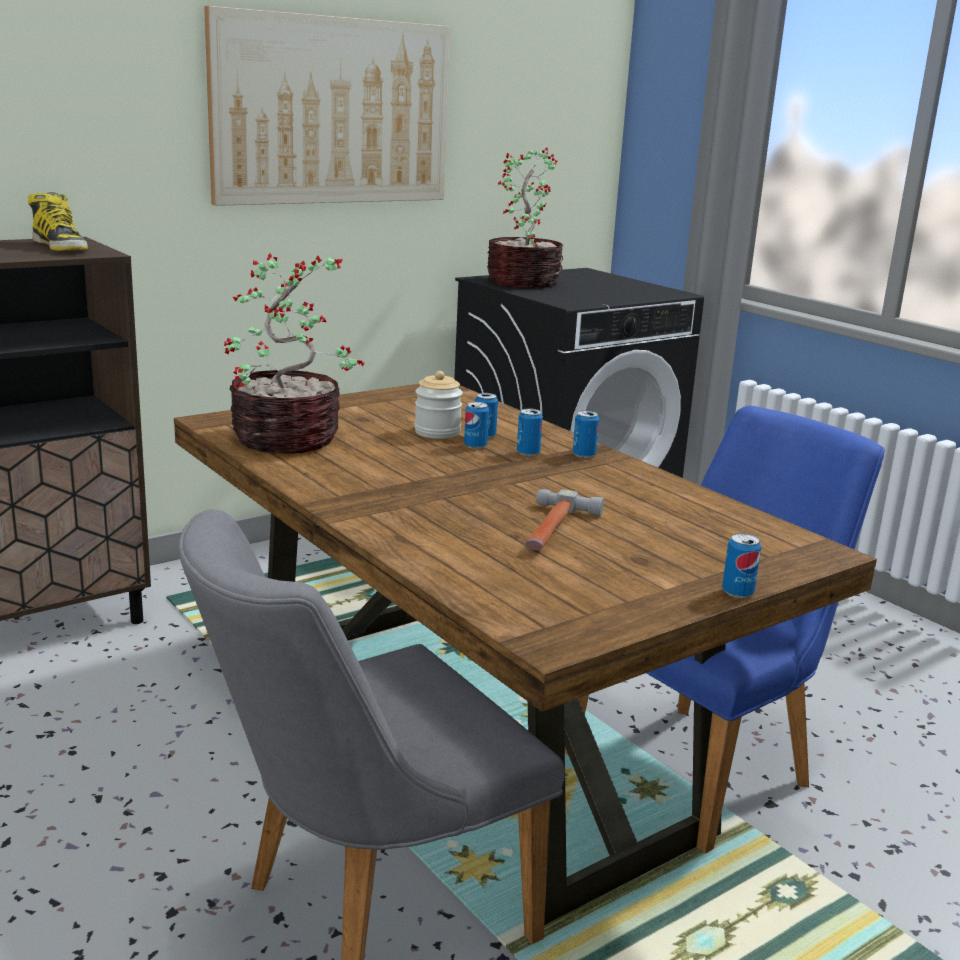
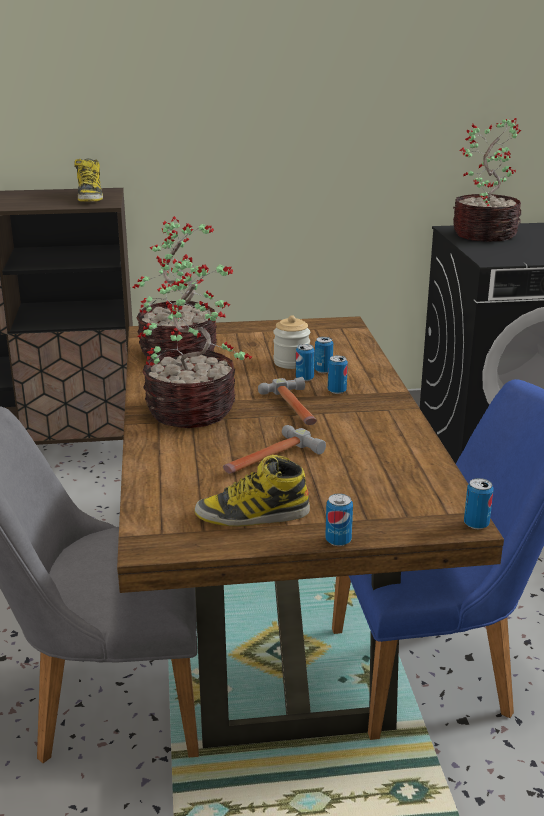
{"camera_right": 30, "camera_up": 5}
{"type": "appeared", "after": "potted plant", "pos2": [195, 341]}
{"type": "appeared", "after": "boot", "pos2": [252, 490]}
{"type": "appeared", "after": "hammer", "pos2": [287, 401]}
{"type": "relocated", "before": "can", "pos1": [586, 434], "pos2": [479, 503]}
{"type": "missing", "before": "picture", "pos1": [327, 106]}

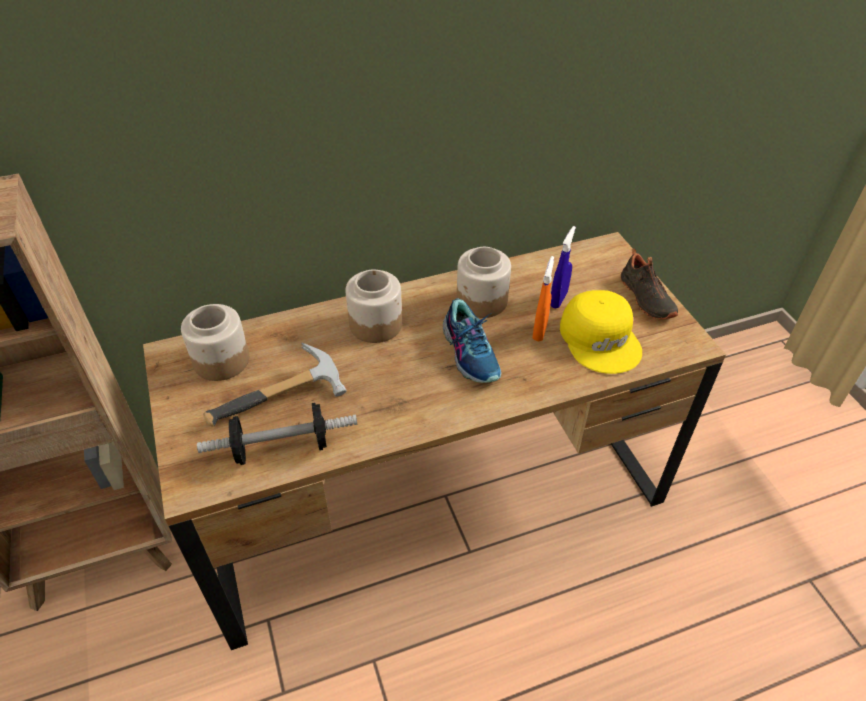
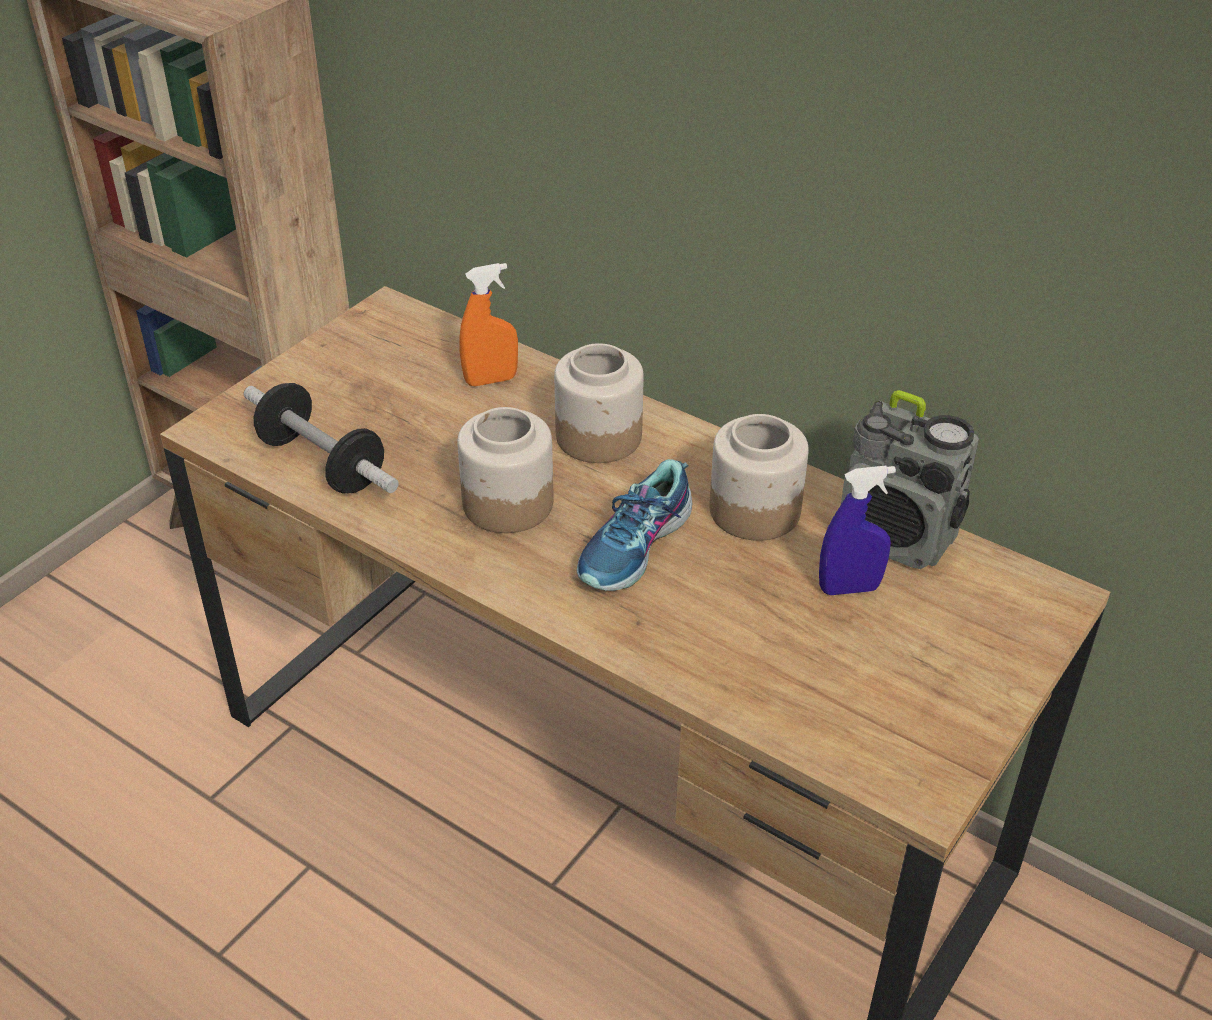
{"camera_right": 55, "camera_up": -5}
{"type": "relocated", "before": "jar", "pos1": [215, 342], "pos2": [505, 470]}
{"type": "relocated", "before": "orange spray bottle", "pos1": [543, 298], "pos2": [488, 324]}
{"type": "appeared", "after": "radio", "pos2": [910, 479]}
{"type": "missing", "before": "hammer", "pos1": [275, 385]}
{"type": "missing", "before": "yellow cap", "pos1": [601, 332]}
{"type": "missing", "before": "black shoe", "pos1": [649, 283]}

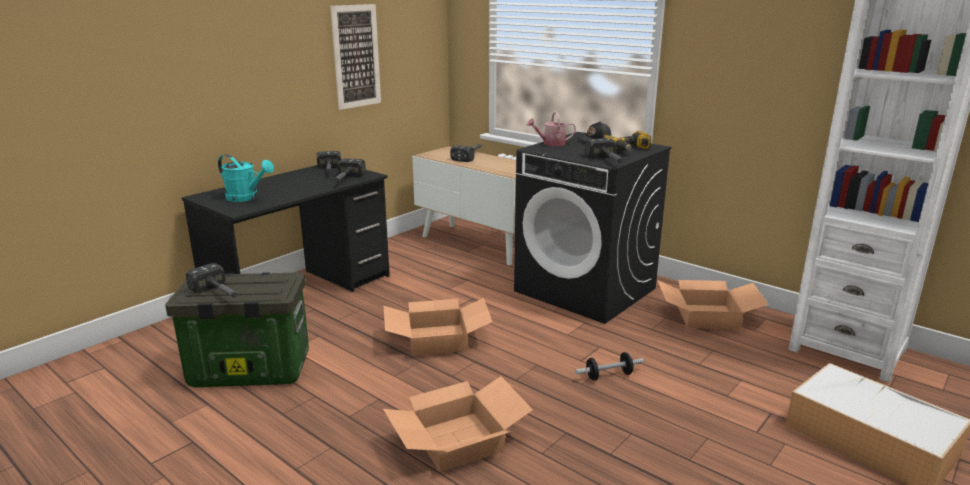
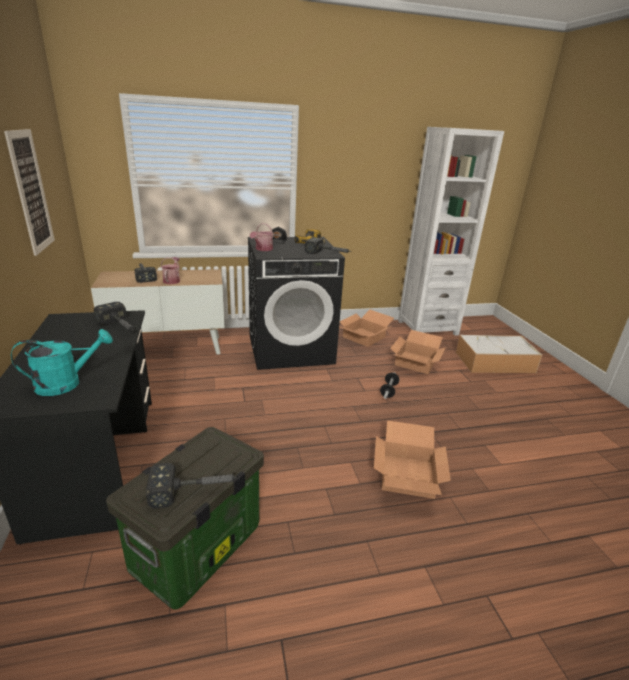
{"camera_right": -55, "camera_up": 5}
{"type": "appeared", "after": "watering can", "pos2": [170, 270]}
{"type": "relocated", "before": "cardboard box", "pos1": [438, 327], "pos2": [418, 352]}
{"type": "missing", "before": "hammer", "pos1": [329, 162]}

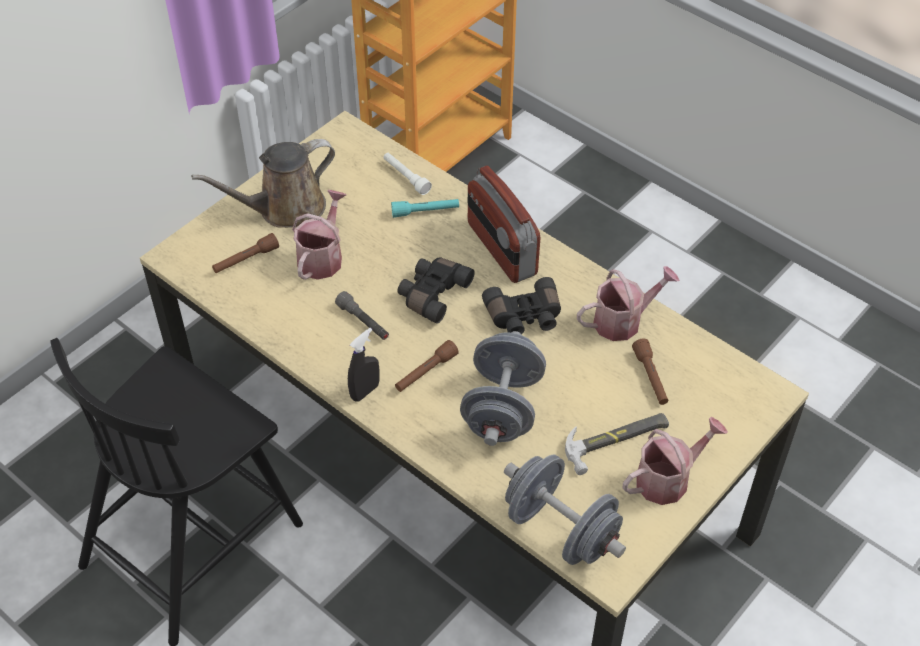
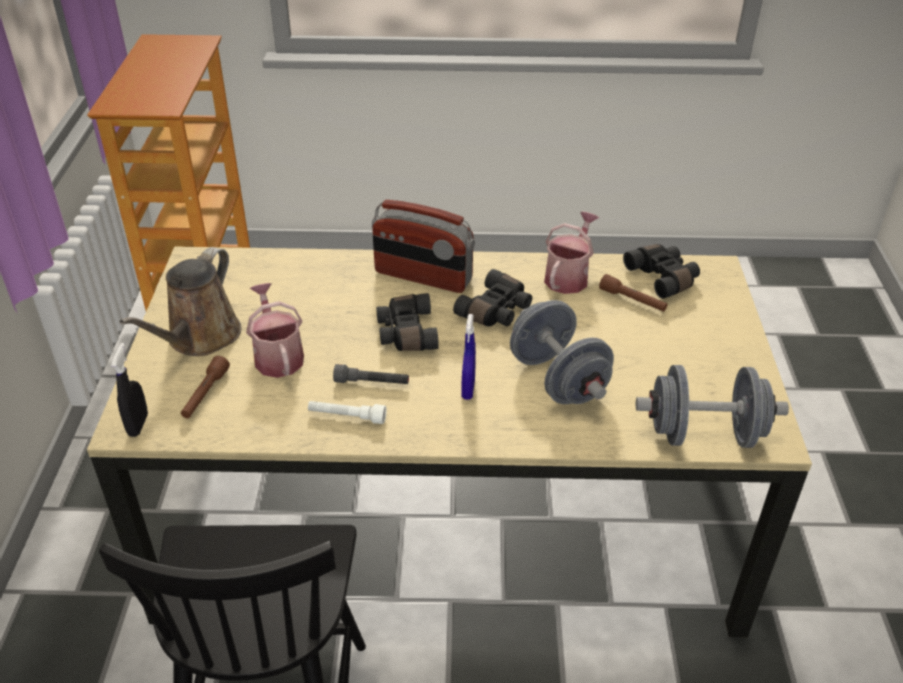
{"camera_right": -40, "camera_up": -10}
{"type": "relocated", "before": "black spray bottle", "pos1": [364, 365], "pos2": [129, 390]}
{"type": "relocated", "before": "white flashlight", "pos1": [408, 174], "pos2": [347, 412]}
{"type": "exchanged", "before": "brown flashlight", "after": "blue spray bottle", "pos1": [427, 366], "pos2": [468, 357]}
{"type": "appeared", "after": "black binoculars", "pos2": [661, 271]}
{"type": "missing", "before": "turquoise flashlight", "pos1": [425, 208]}
{"type": "missing", "before": "hammer", "pos1": [617, 444]}
{"type": "missing", "before": "watering can", "pos1": [675, 461]}

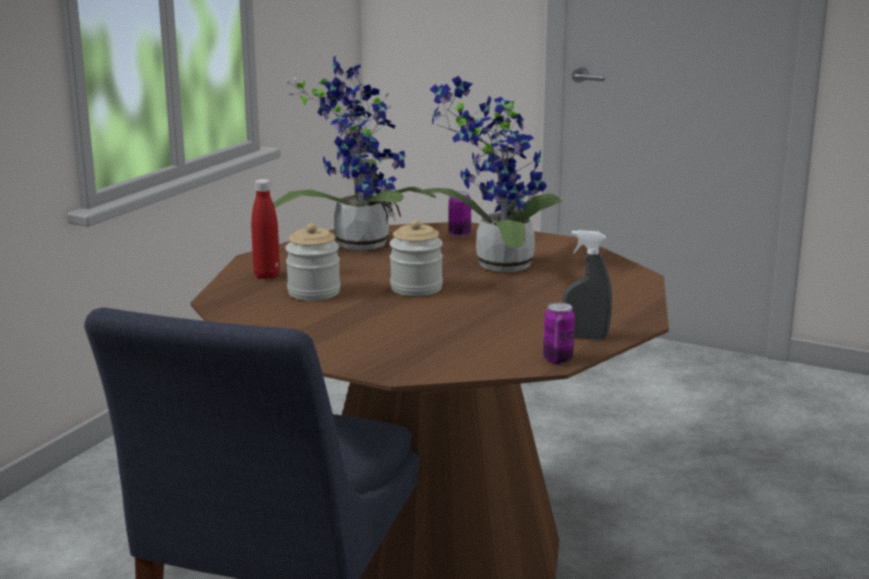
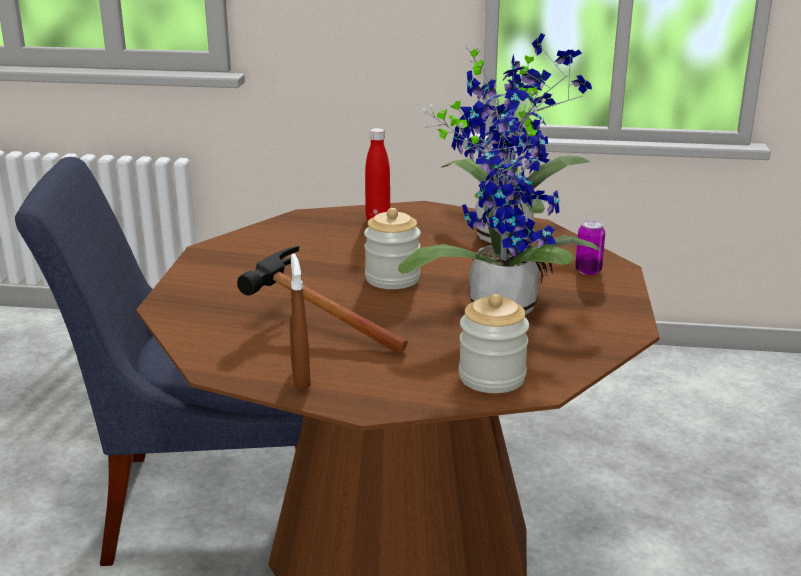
{"camera_right": 70, "camera_up": 5}
{"type": "appeared", "after": "hammer", "pos2": [322, 300]}
{"type": "colour", "before": "grey spray bottle", "after": "brown spray bottle", "pos1": [587, 284], "pos2": [300, 321]}
{"type": "relocated", "before": "jar", "pos1": [312, 262], "pos2": [494, 343]}
{"type": "missing", "before": "can", "pos1": [559, 333]}

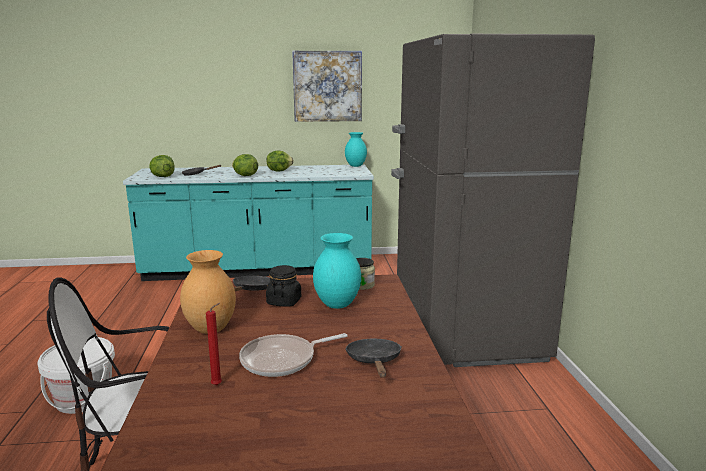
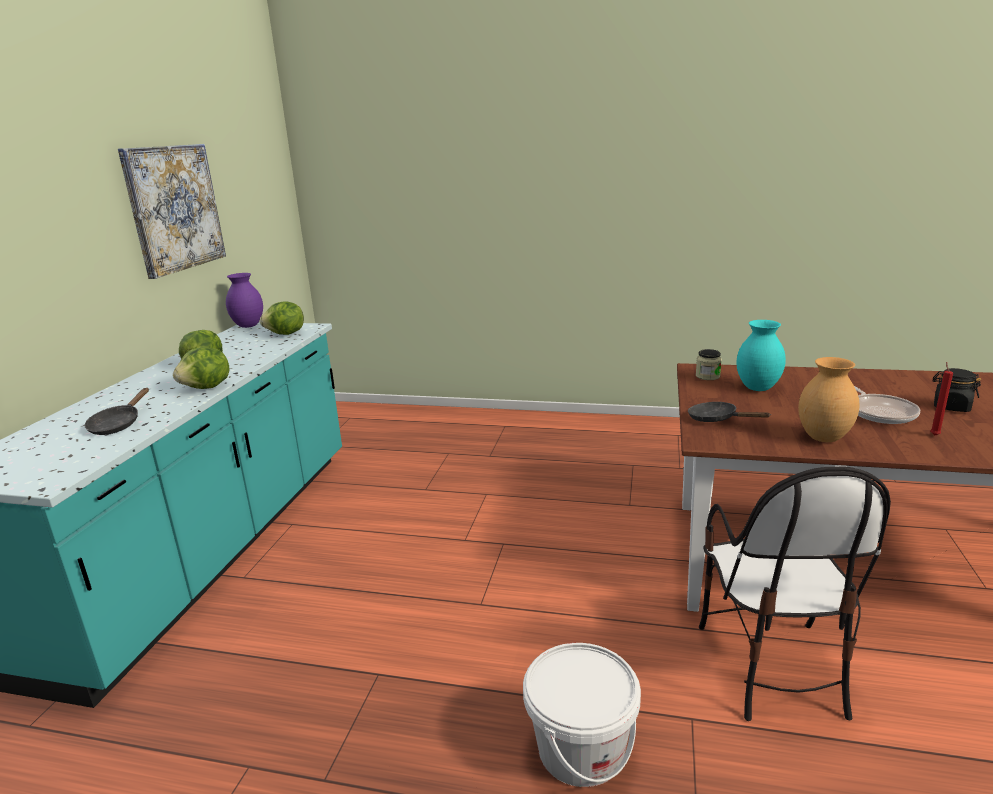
{"camera_right": -70, "camera_up": 5}
{"type": "colour", "before": "turquoise vase", "after": "purple vase", "pos1": [356, 149], "pos2": [244, 300]}
{"type": "relocated", "before": "lettuce", "pos1": [162, 166], "pos2": [282, 318]}
{"type": "relocated", "before": "black jar", "pos1": [283, 286], "pos2": [956, 390]}
{"type": "missing", "before": "black frying pan", "pos1": [373, 358]}
{"type": "missing", "before": "grey fridge", "pos1": [493, 200]}

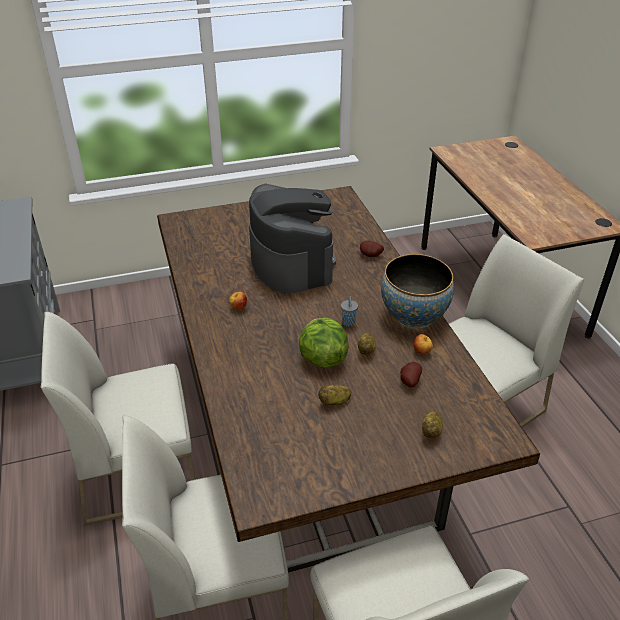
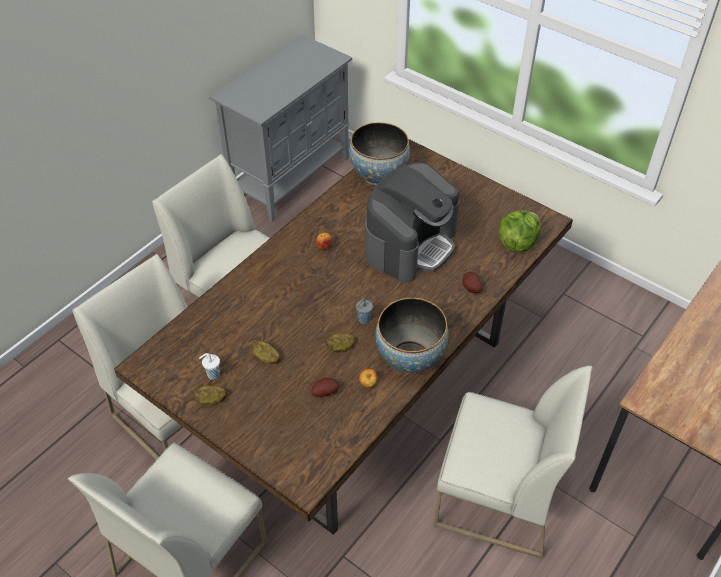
{"camera_right": 55, "camera_up": 10}
{"type": "relocated", "before": "potato", "pos1": [432, 424], "pos2": [210, 395]}
{"type": "appeared", "after": "white cup", "pos2": [209, 366]}
{"type": "appeared", "after": "bowl", "pos2": [379, 154]}
{"type": "relocated", "before": "lettuce", "pos1": [324, 343], "pos2": [520, 231]}

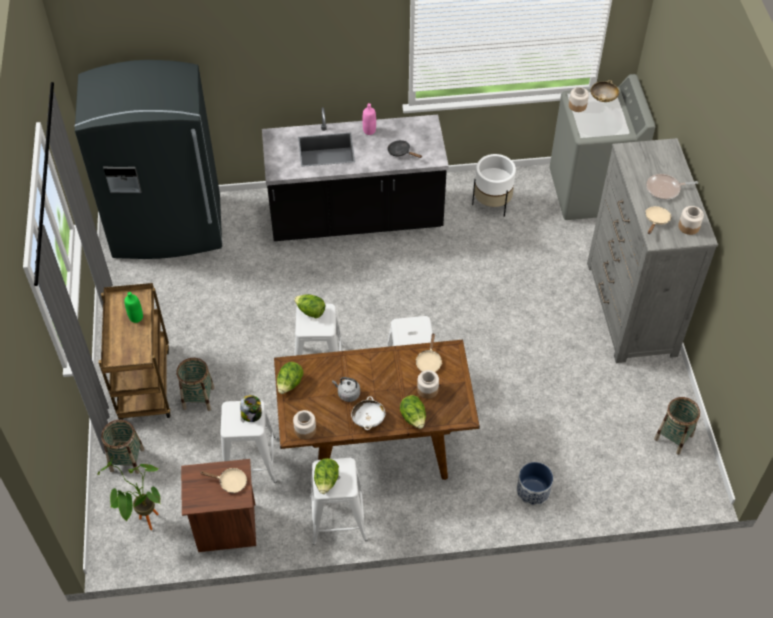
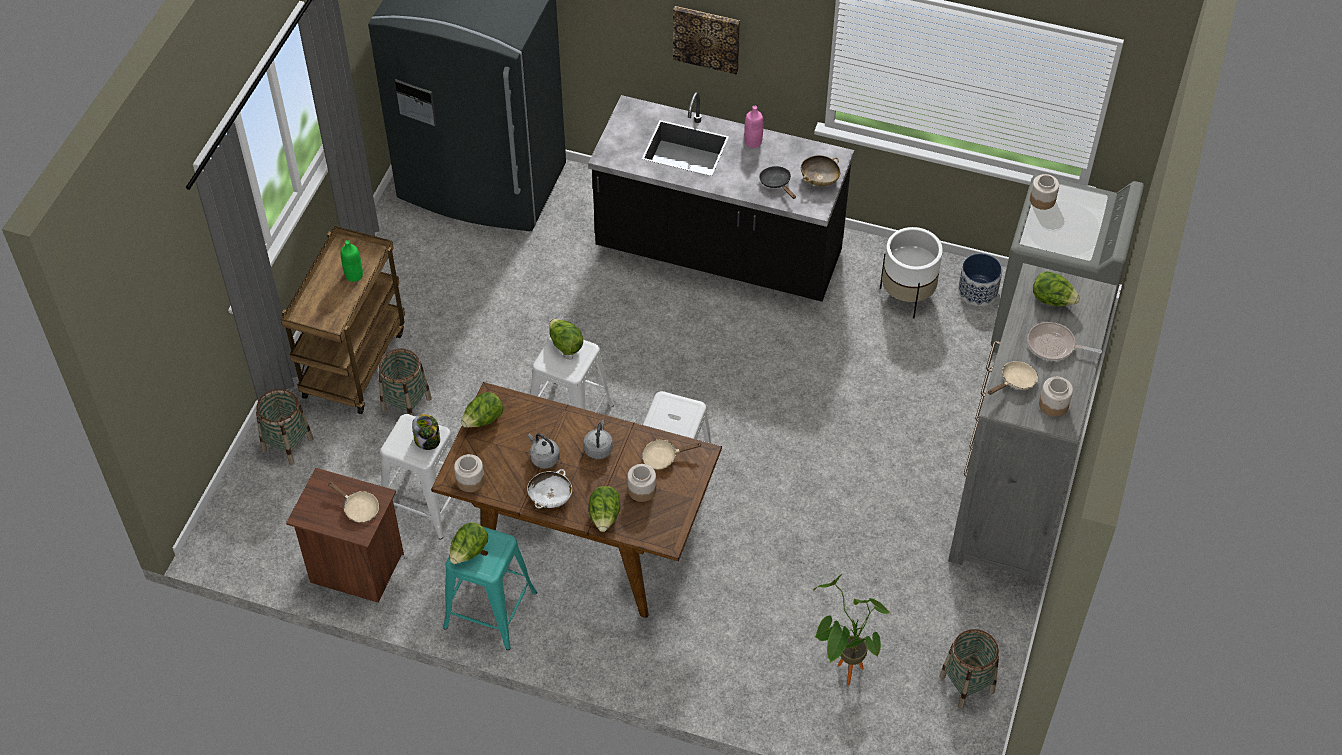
{"camera_right": 25, "camera_up": 0}
{"type": "colour", "before": "white stool", "after": "turquoise stool", "pos1": [339, 501], "pos2": [490, 588]}
{"type": "appeared", "after": "grey kettle", "pos2": [598, 439]}
{"type": "spun", "before": "beige frying pan", "pos1": [429, 353], "pos2": [672, 454], "turn": 45}
{"type": "appeared", "after": "picture", "pos2": [706, 40]}
{"type": "relocated", "before": "beige bowl", "pos1": [605, 91], "pos2": [820, 170]}
{"type": "relocated", "before": "potted plant", "pos1": [128, 493], "pos2": [852, 629]}
{"type": "relocated", "before": "planter", "pos1": [535, 484], "pos2": [980, 279]}
{"type": "appeared", "after": "lettuce", "pos2": [1056, 288]}

